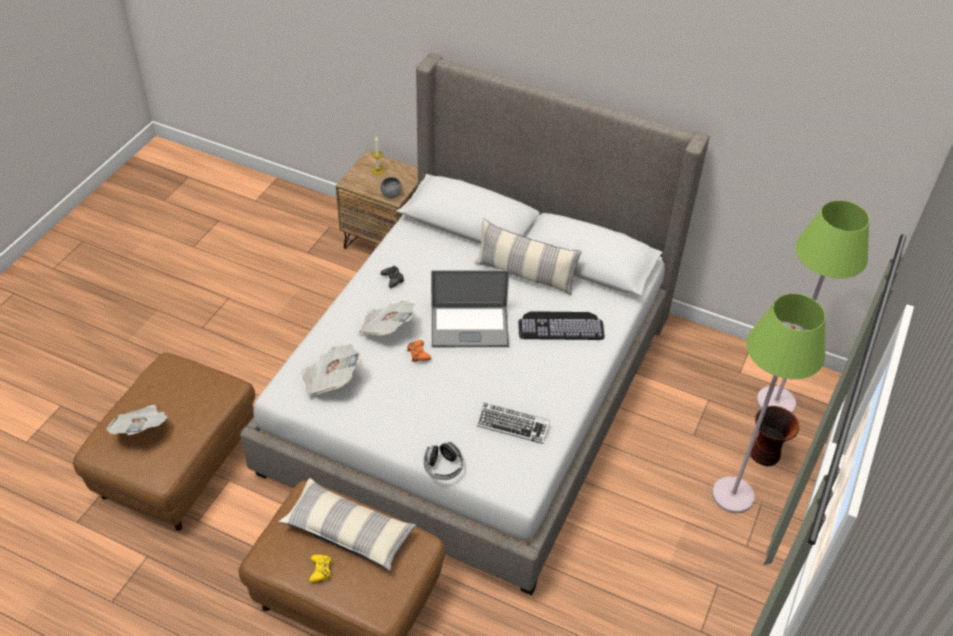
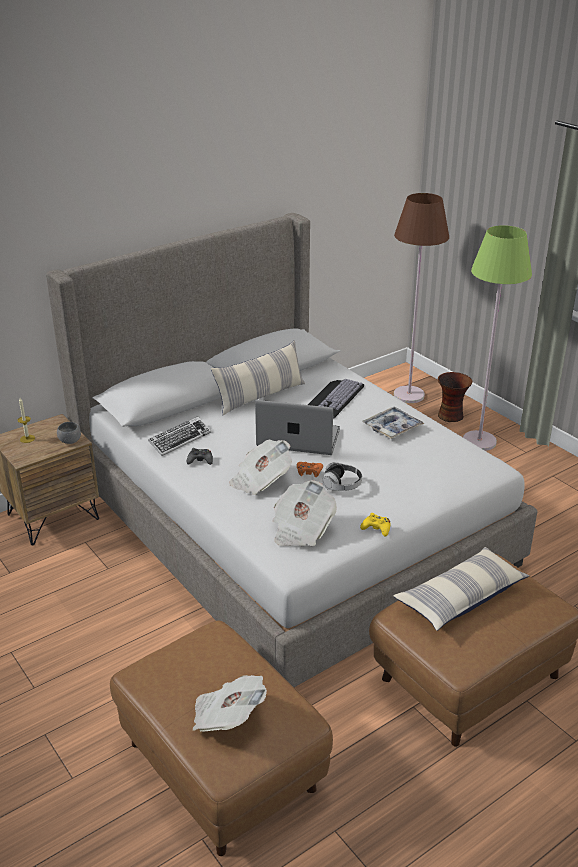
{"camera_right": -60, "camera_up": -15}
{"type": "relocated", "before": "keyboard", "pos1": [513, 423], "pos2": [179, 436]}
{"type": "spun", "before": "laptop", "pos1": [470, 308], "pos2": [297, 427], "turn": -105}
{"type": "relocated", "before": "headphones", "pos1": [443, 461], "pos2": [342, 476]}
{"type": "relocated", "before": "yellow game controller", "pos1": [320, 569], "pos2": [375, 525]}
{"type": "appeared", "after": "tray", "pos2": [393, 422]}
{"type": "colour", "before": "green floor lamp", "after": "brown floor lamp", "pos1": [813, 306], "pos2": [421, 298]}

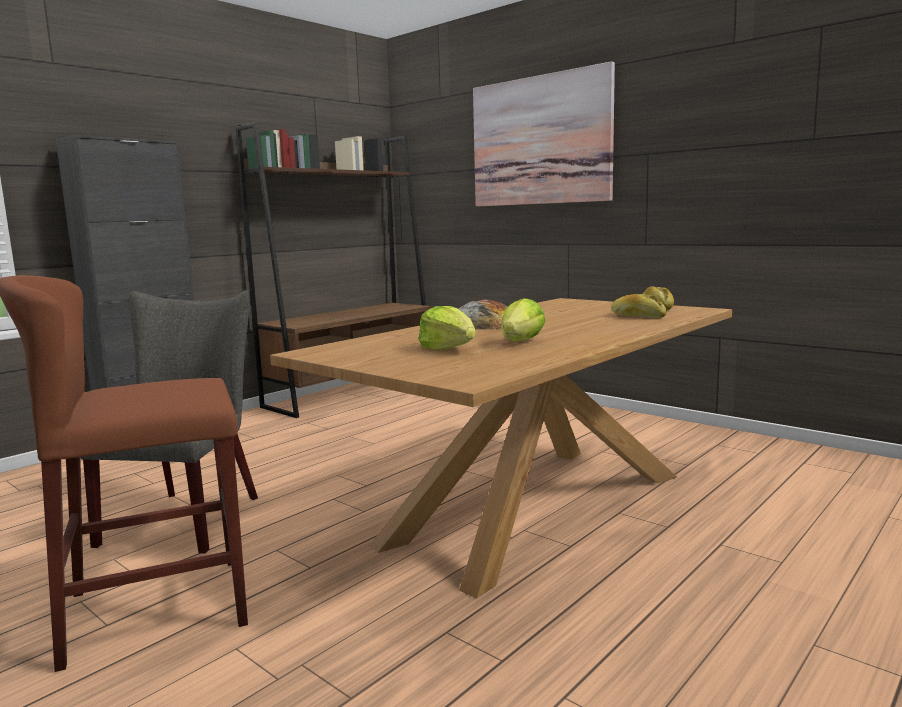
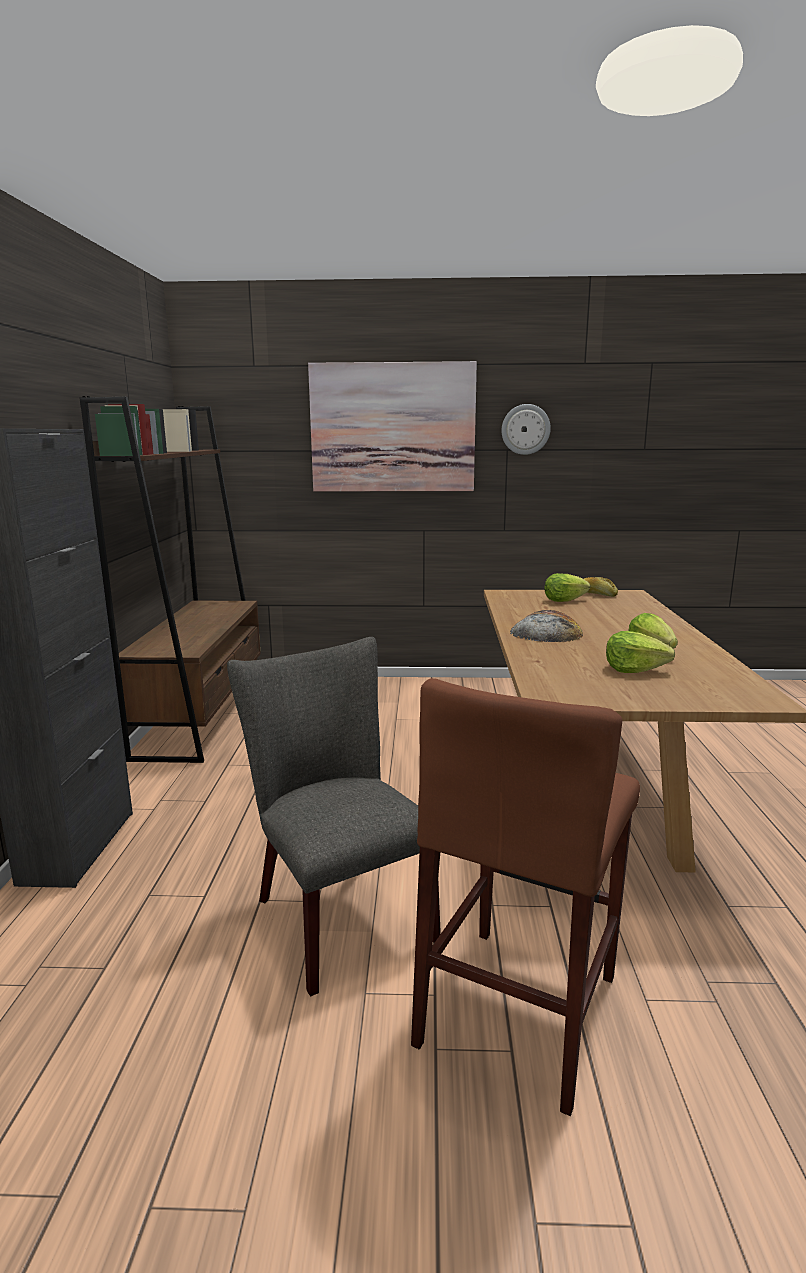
{"camera_right": -40, "camera_up": 5}
{"type": "appeared", "after": "wall clock", "pos2": [526, 429]}
{"type": "appeared", "after": "lettuce", "pos2": [567, 587]}
{"type": "missing", "before": "bread", "pos1": [639, 306]}

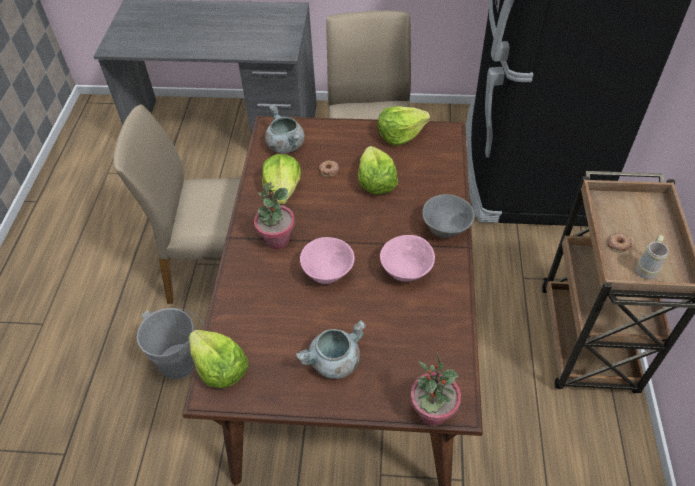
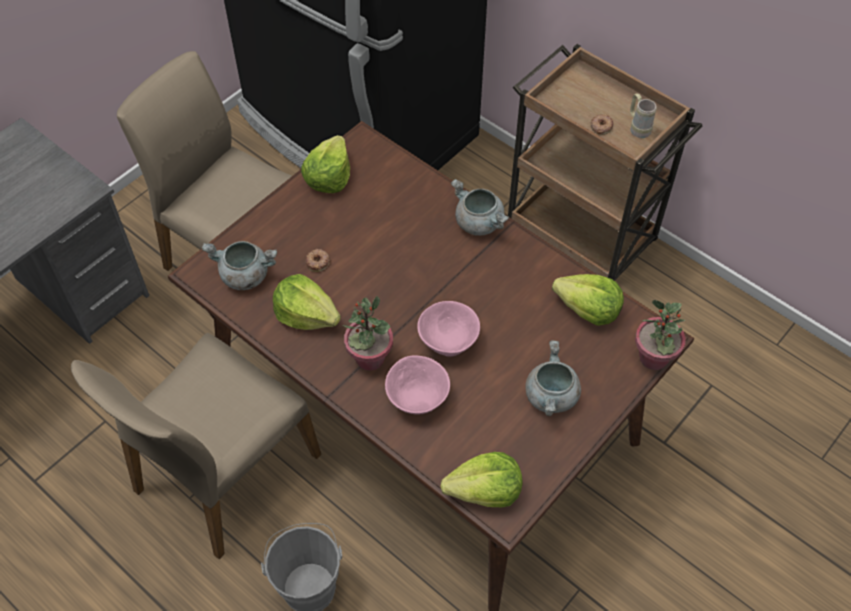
{"camera_right": -55, "camera_up": 5}
{"type": "relocated", "before": "pink bowl", "pos1": [407, 258], "pos2": [417, 385]}
{"type": "exchanged", "before": "grey bowl", "after": "grey cooking pot", "pos1": [448, 216], "pos2": [480, 207]}
{"type": "relocated", "before": "lettuce", "pos1": [378, 170], "pos2": [588, 300]}

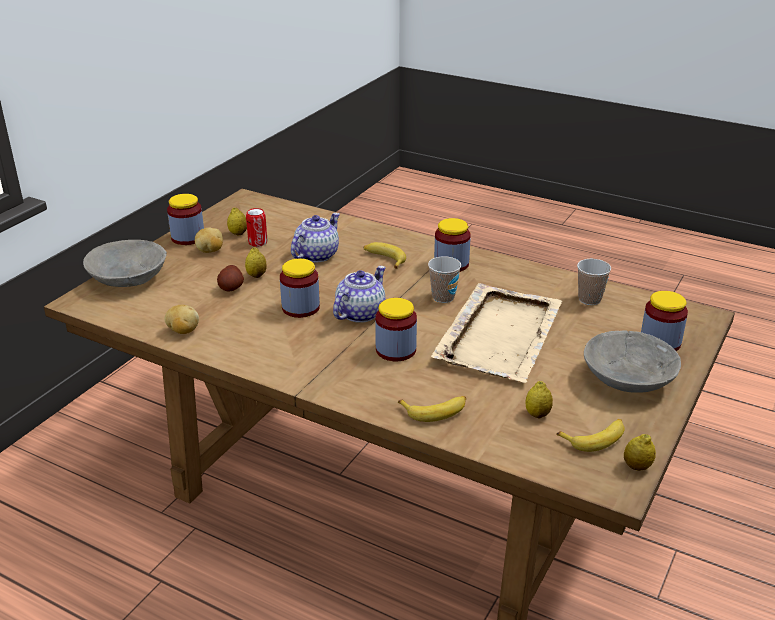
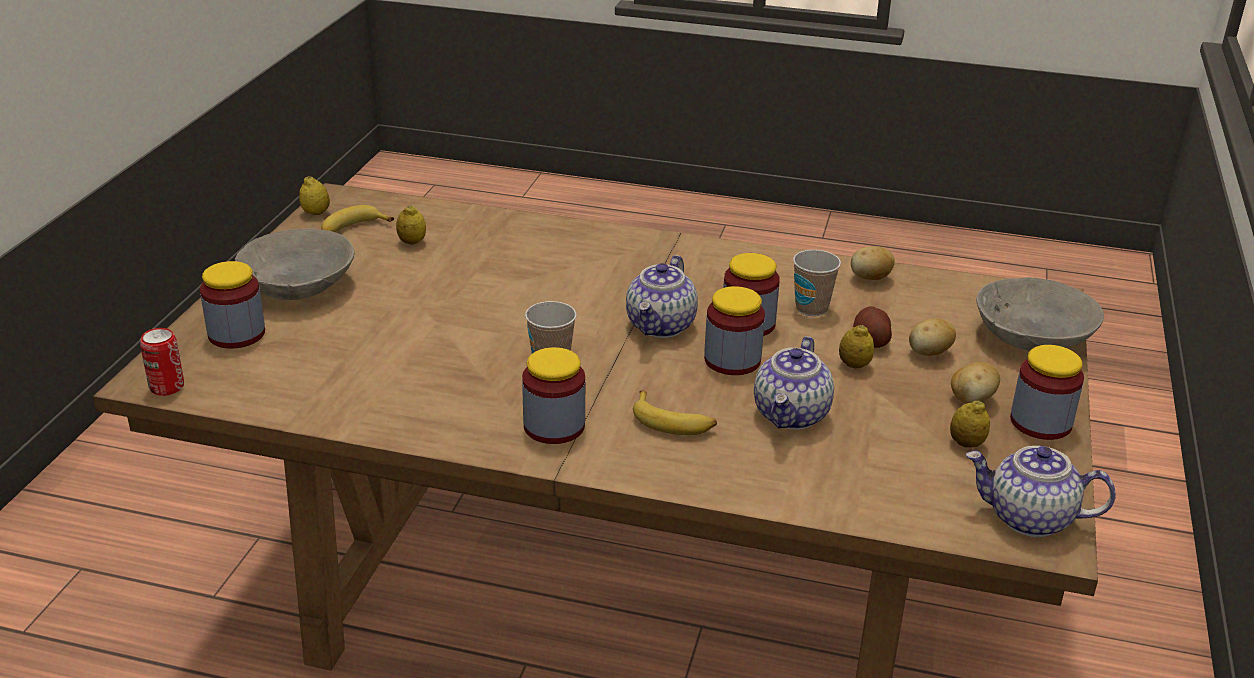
{"camera_right": 165, "camera_up": 0}
{"type": "relocated", "before": "can", "pos1": [256, 227], "pos2": [162, 362]}
{"type": "relocated", "before": "jar", "pos1": [396, 329], "pos2": [734, 330]}
{"type": "relocated", "before": "cup", "pos1": [594, 282], "pos2": [817, 283]}
{"type": "appeared", "after": "potato", "pos2": [932, 337]}
{"type": "appeared", "after": "teapot", "pos2": [1041, 491]}
{"type": "missing", "before": "banana", "pos1": [432, 409]}
{"type": "missing", "before": "beige tray", "pos1": [496, 333]}

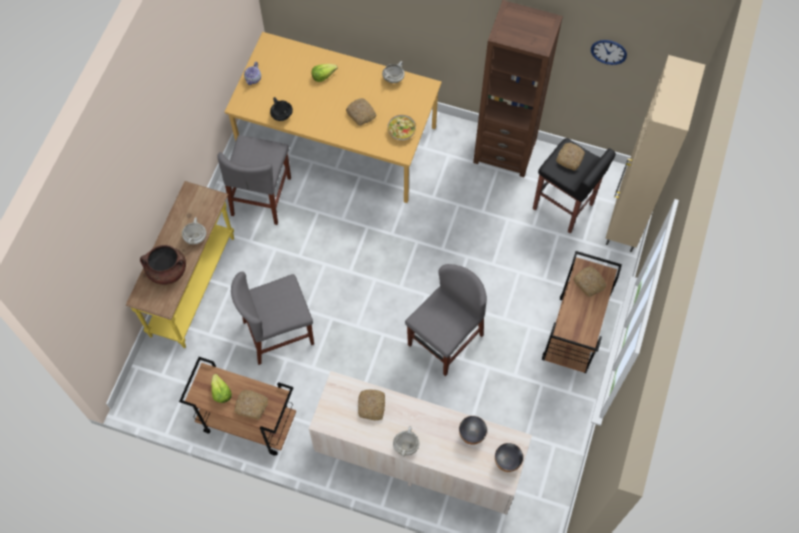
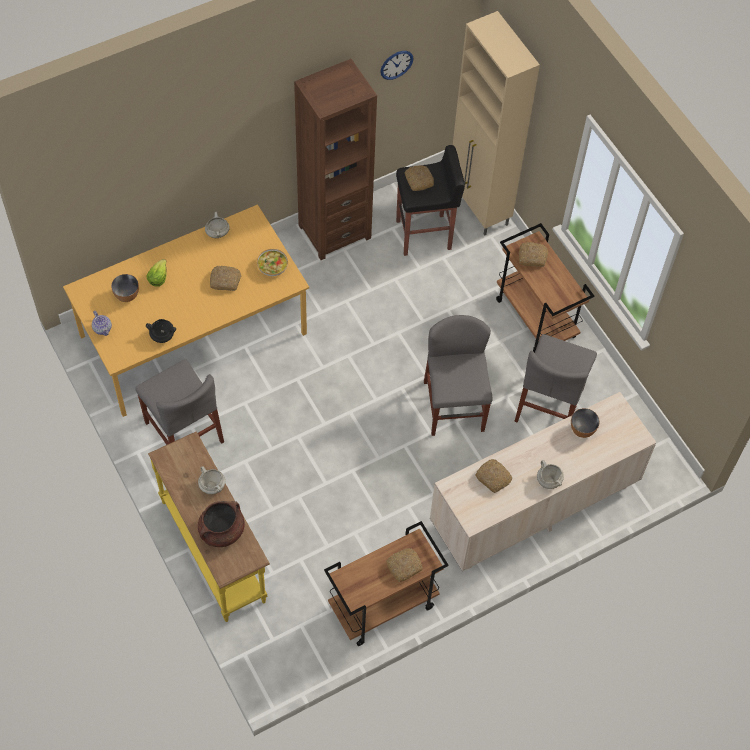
{"camera_right": -50, "camera_up": -5}
{"type": "relocated", "before": "bowl", "pos1": [509, 457], "pos2": [125, 288]}
{"type": "relocated", "before": "grey chair", "pos1": [272, 318], "pos2": [555, 378]}
{"type": "missing", "before": "lettuce", "pos1": [221, 388]}

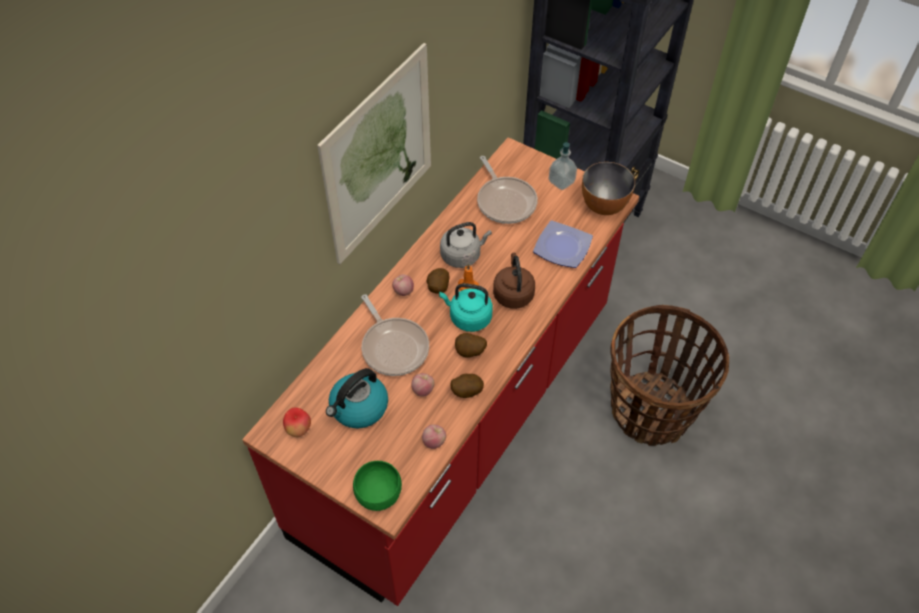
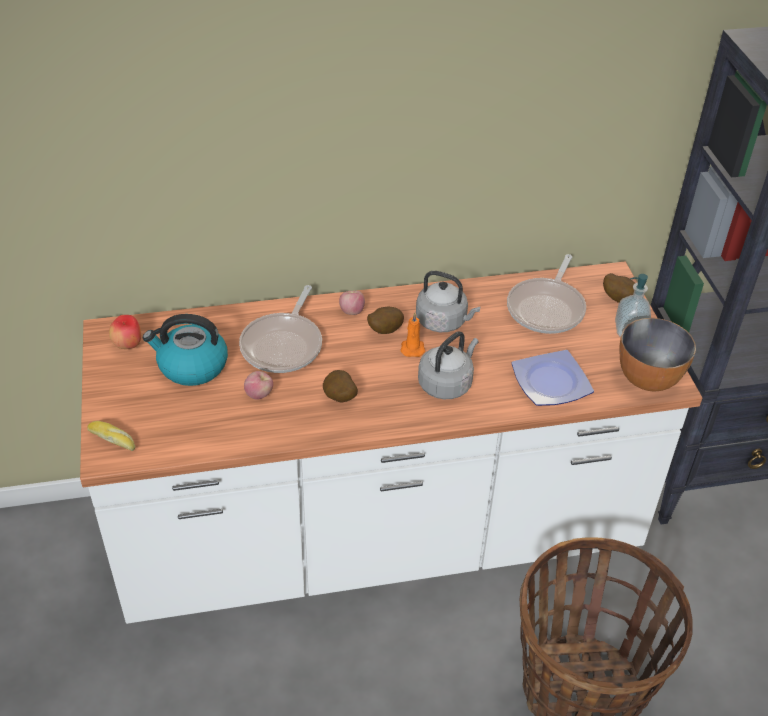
{"camera_right": 45, "camera_up": -10}
{"type": "colour", "before": "red counter", "after": "white counter", "pos1": [441, 371], "pos2": [391, 443]}
{"type": "exchanged", "before": "green bowl", "after": "bread", "pos1": [377, 486], "pos2": [111, 436]}
{"type": "colour", "before": "brown kettle", "after": "grey kettle", "pos1": [514, 281], "pos2": [448, 365]}
{"type": "relocated", "before": "potato", "pos1": [467, 386], "pos2": [619, 288]}
{"type": "missing", "before": "picture", "pos1": [374, 153]}
{"type": "missing", "before": "apple", "pos1": [434, 436]}
{"type": "missing", "before": "turquoise kettle", "pos1": [466, 307]}

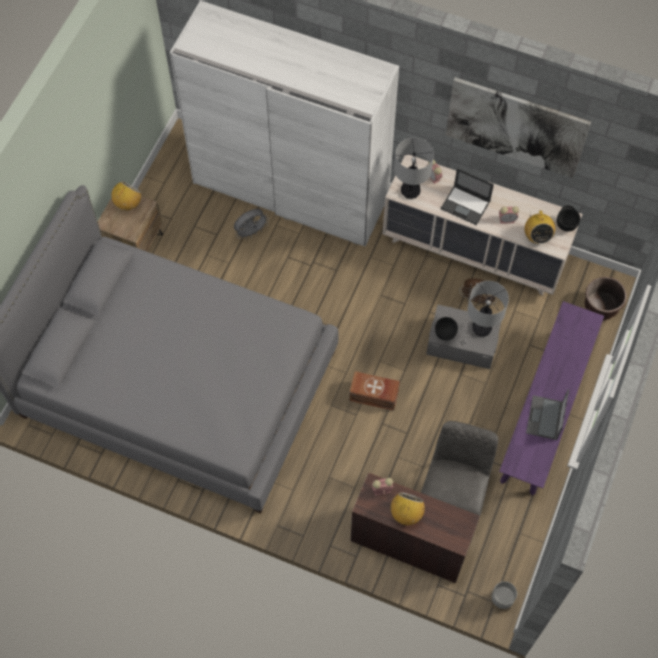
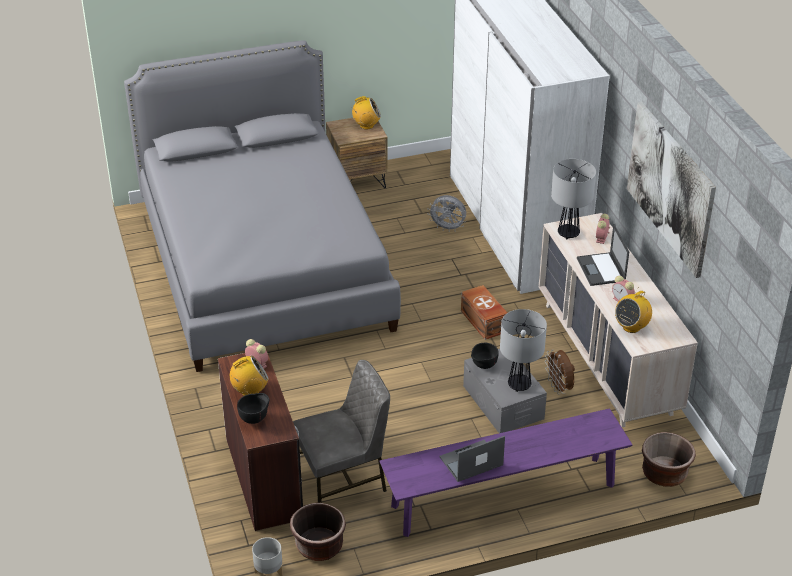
{"camera_right": 50, "camera_up": -25}
{"type": "relocated", "before": "black bowl", "pos1": [568, 218], "pos2": [253, 408]}
{"type": "appeared", "after": "brown planter", "pos2": [318, 532]}
{"type": "relocated", "before": "brown storage box", "pos1": [374, 391], "pos2": [484, 312]}

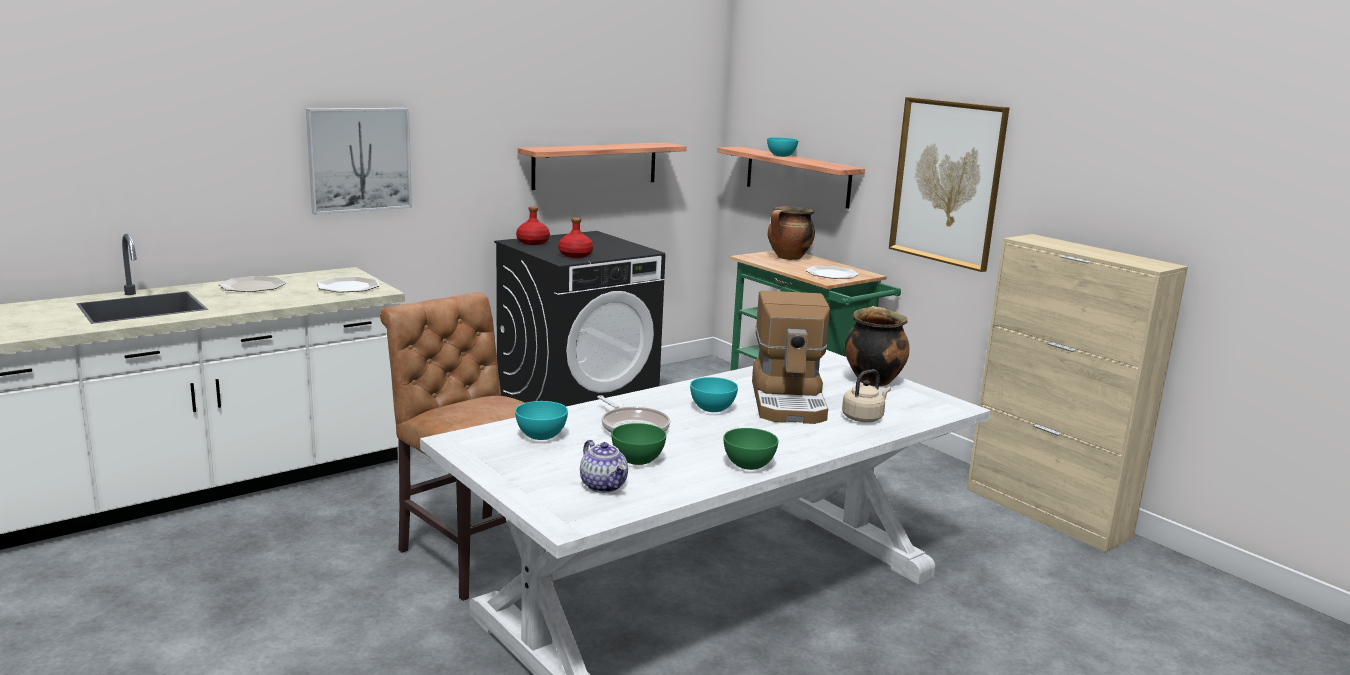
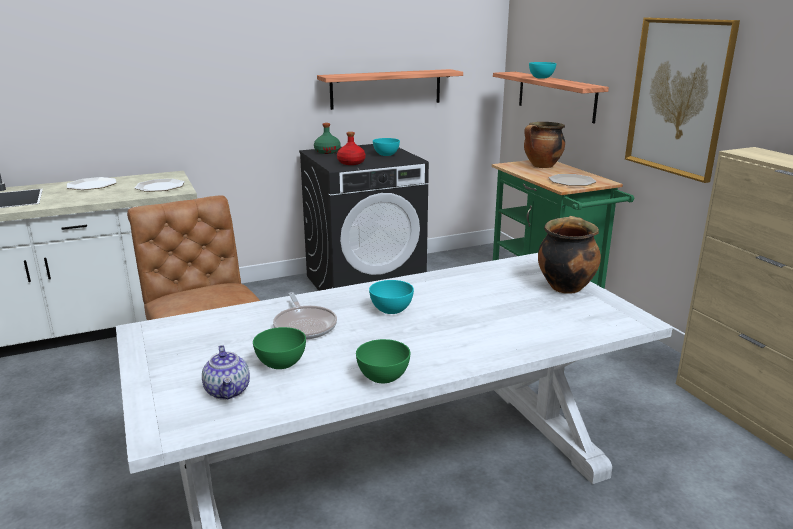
{"camera_right": 15, "camera_up": 5}
{"type": "colour", "before": "red bottle", "after": "green bottle", "pos1": [533, 225], "pos2": [327, 138]}
{"type": "relocated", "before": "turquoise bowl", "pos1": [541, 420], "pos2": [386, 147]}
{"type": "missing", "before": "picture", "pos1": [359, 161]}
{"type": "missing", "before": "coffee machine", "pos1": [791, 357]}
{"type": "missing", "before": "beige kettle", "pos1": [866, 395]}

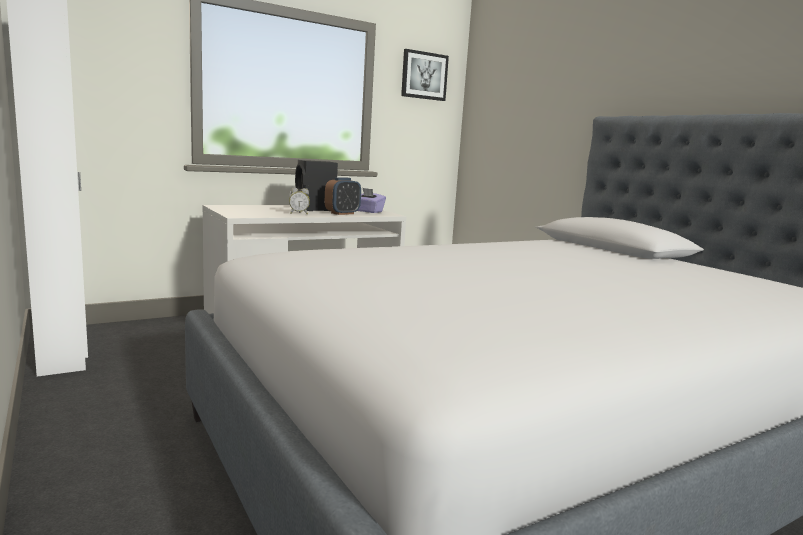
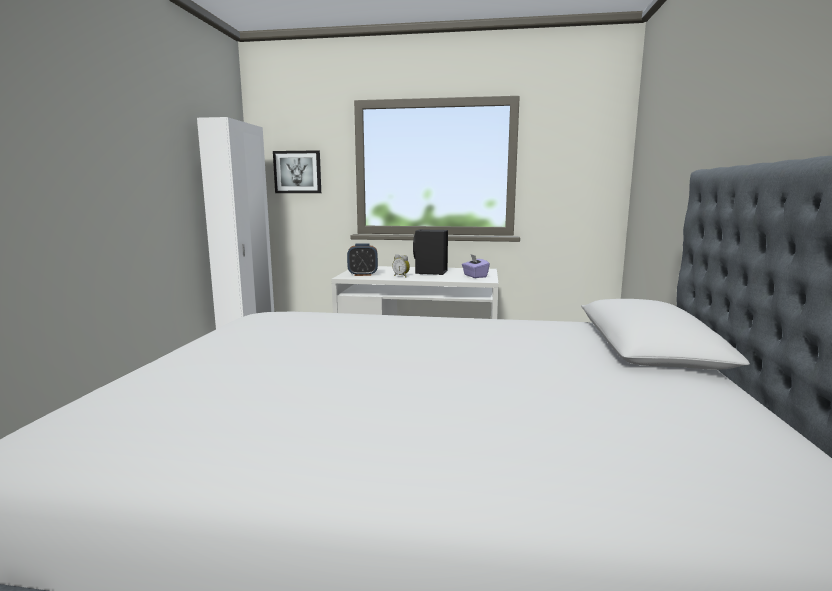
{"camera_right": 40, "camera_up": 0}
{"type": "relocated", "before": "picture", "pos1": [425, 75], "pos2": [297, 171]}
{"type": "relocated", "before": "alarm clock", "pos1": [343, 196], "pos2": [362, 259]}

